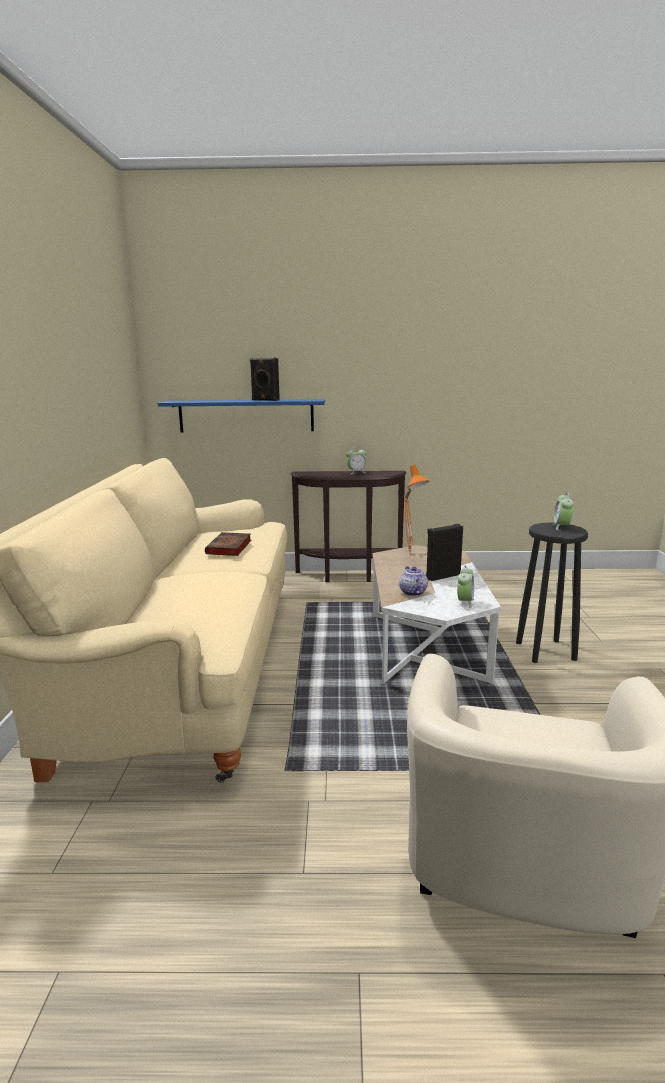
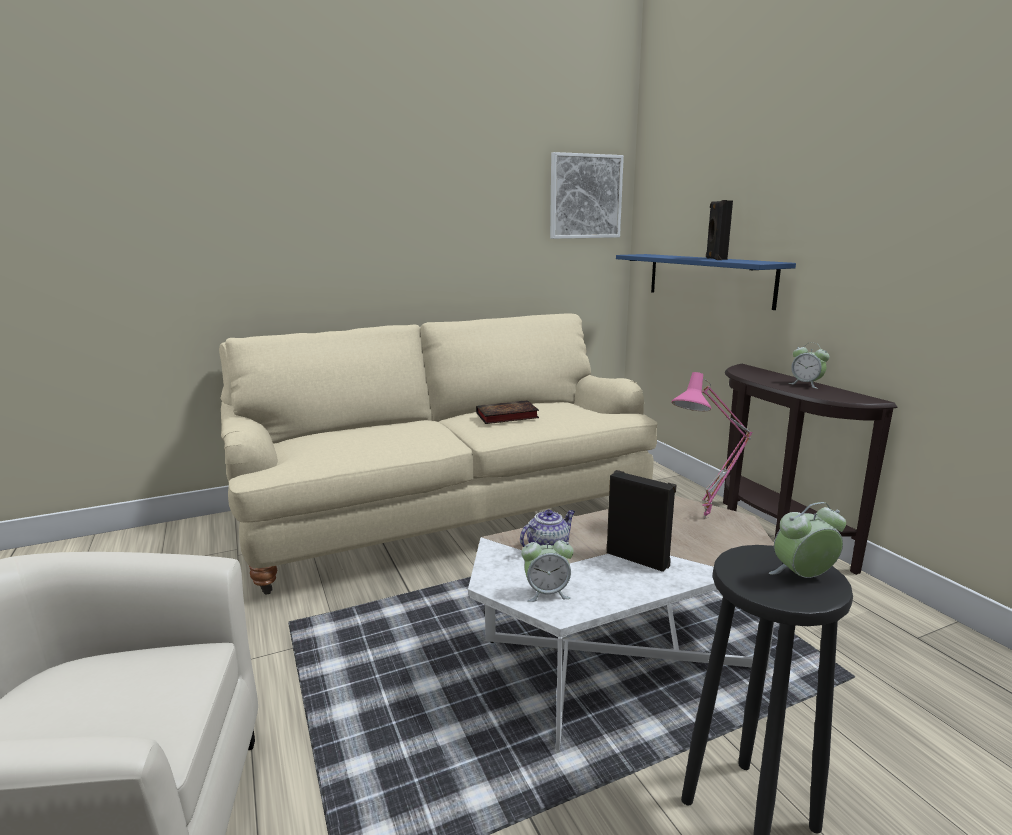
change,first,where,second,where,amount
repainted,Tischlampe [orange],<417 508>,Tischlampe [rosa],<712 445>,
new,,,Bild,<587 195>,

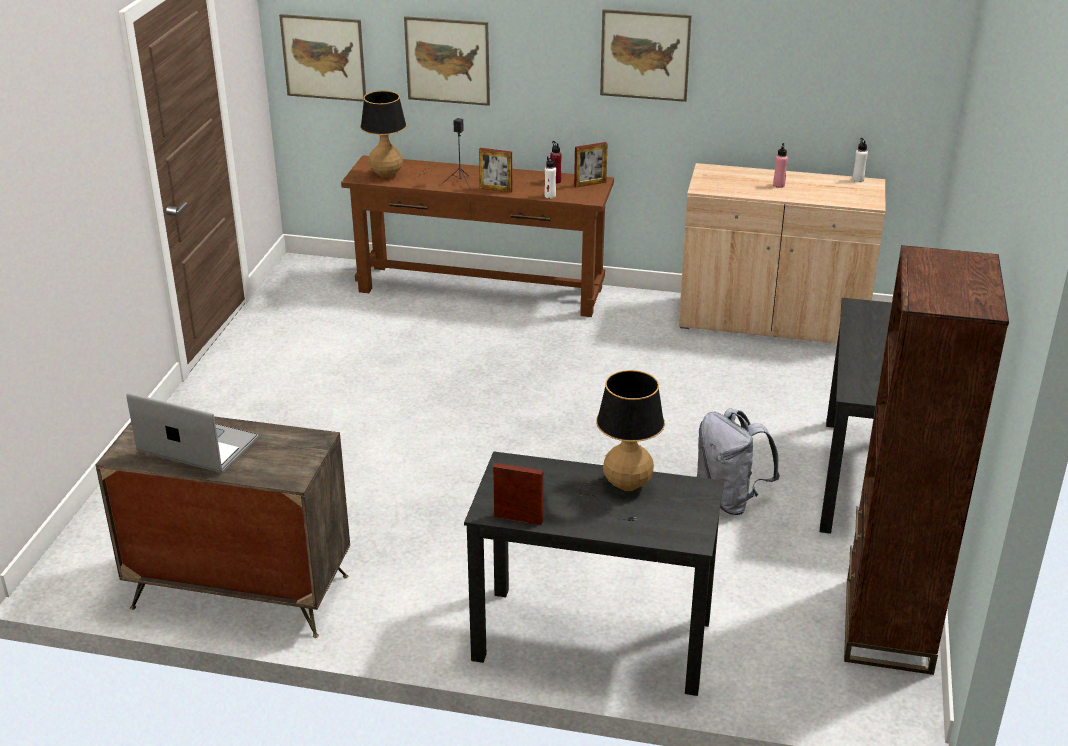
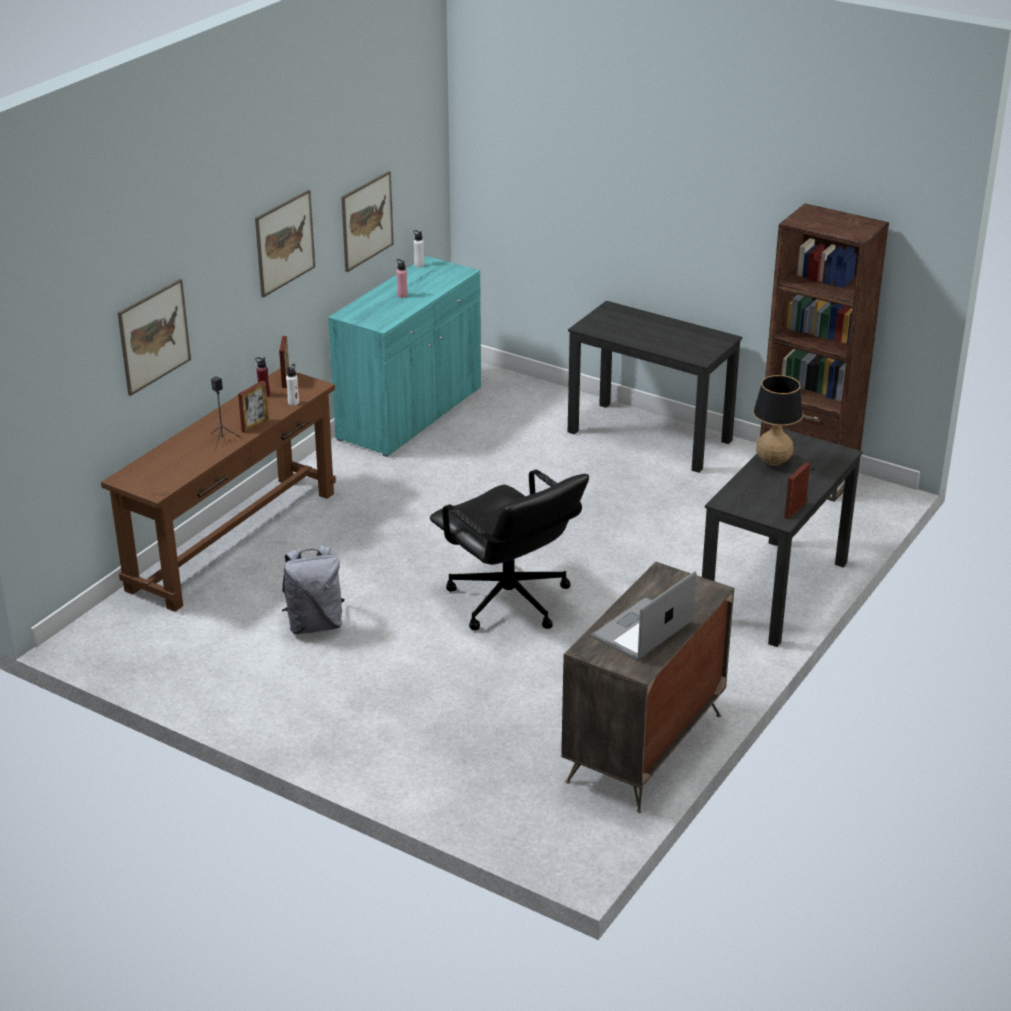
change,first,where,second,where,amount
shifted,Bild,<322 58>,,<367 221>,
gone,Tischlampe,<394 135>,,,
repainted,Schrank [beige],<782 253>,Schrank [türkis],<404 356>,
shifted,Rucksack [grau],<738 461>,,<313 589>,
new,,,Bürostuhl [schwarz],<509 549>,

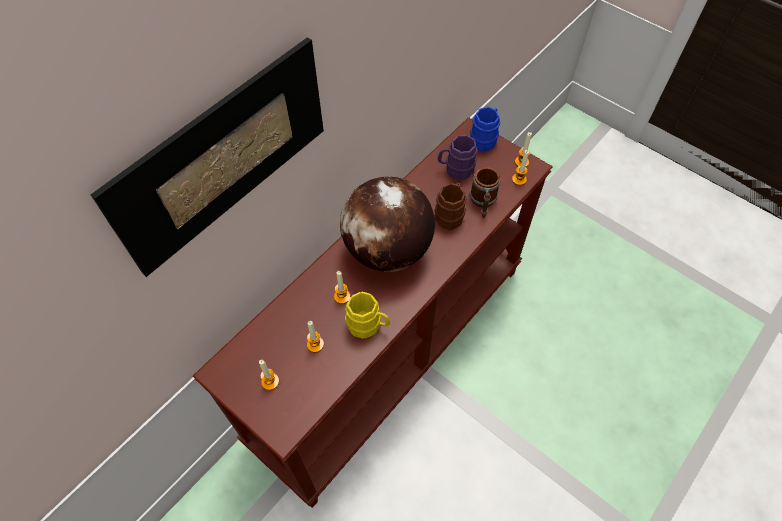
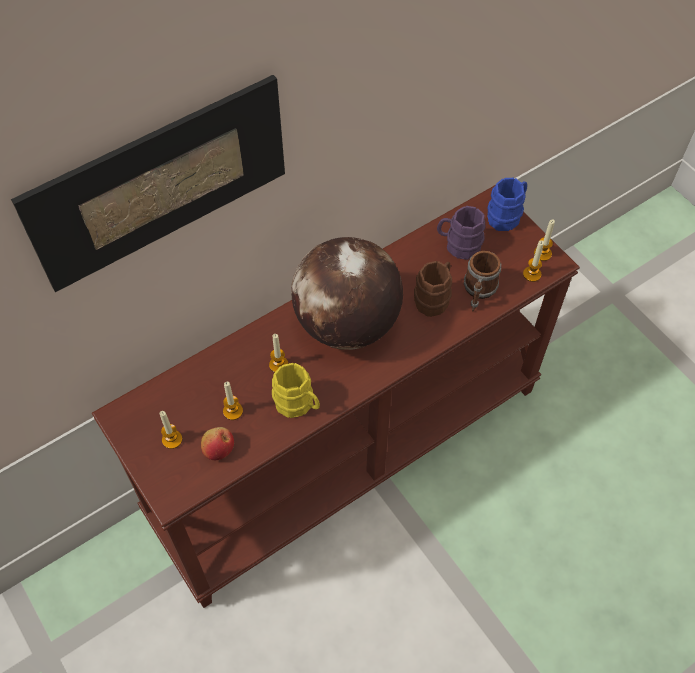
change,first,where,second,where,amount
new,,,Apfel,<217 443>,

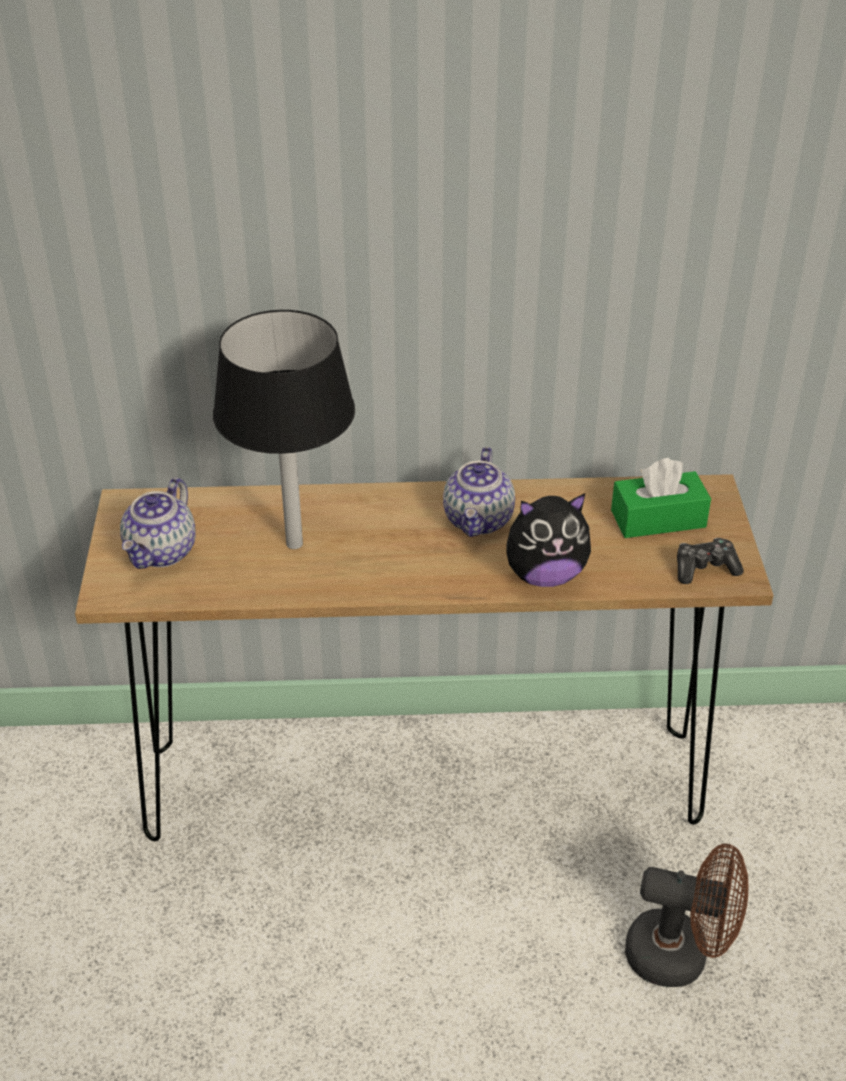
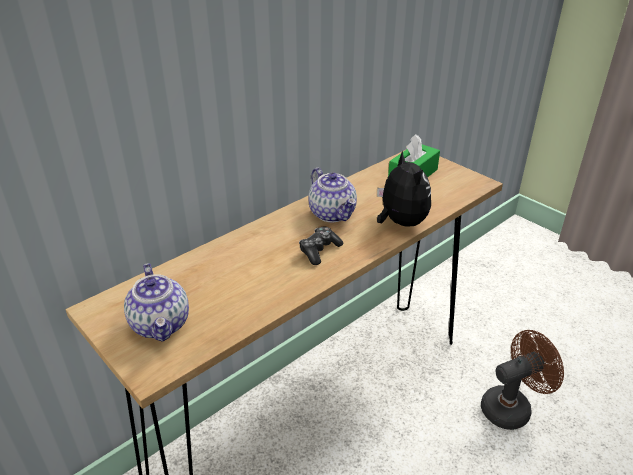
change,first,where,second,where,amount
gone,Tischlampe [schwarz],<284 429>,,,
rotated,Plüschtier,<548 540>,,<404 189>,60 degrees counterclockwise
shifted,Gamepad,<710 561>,,<321 246>,

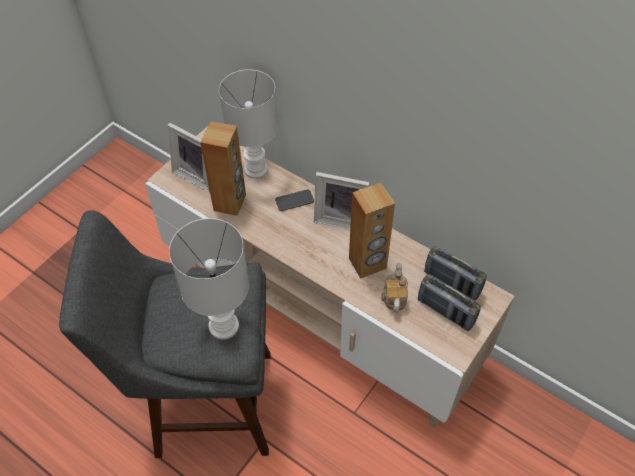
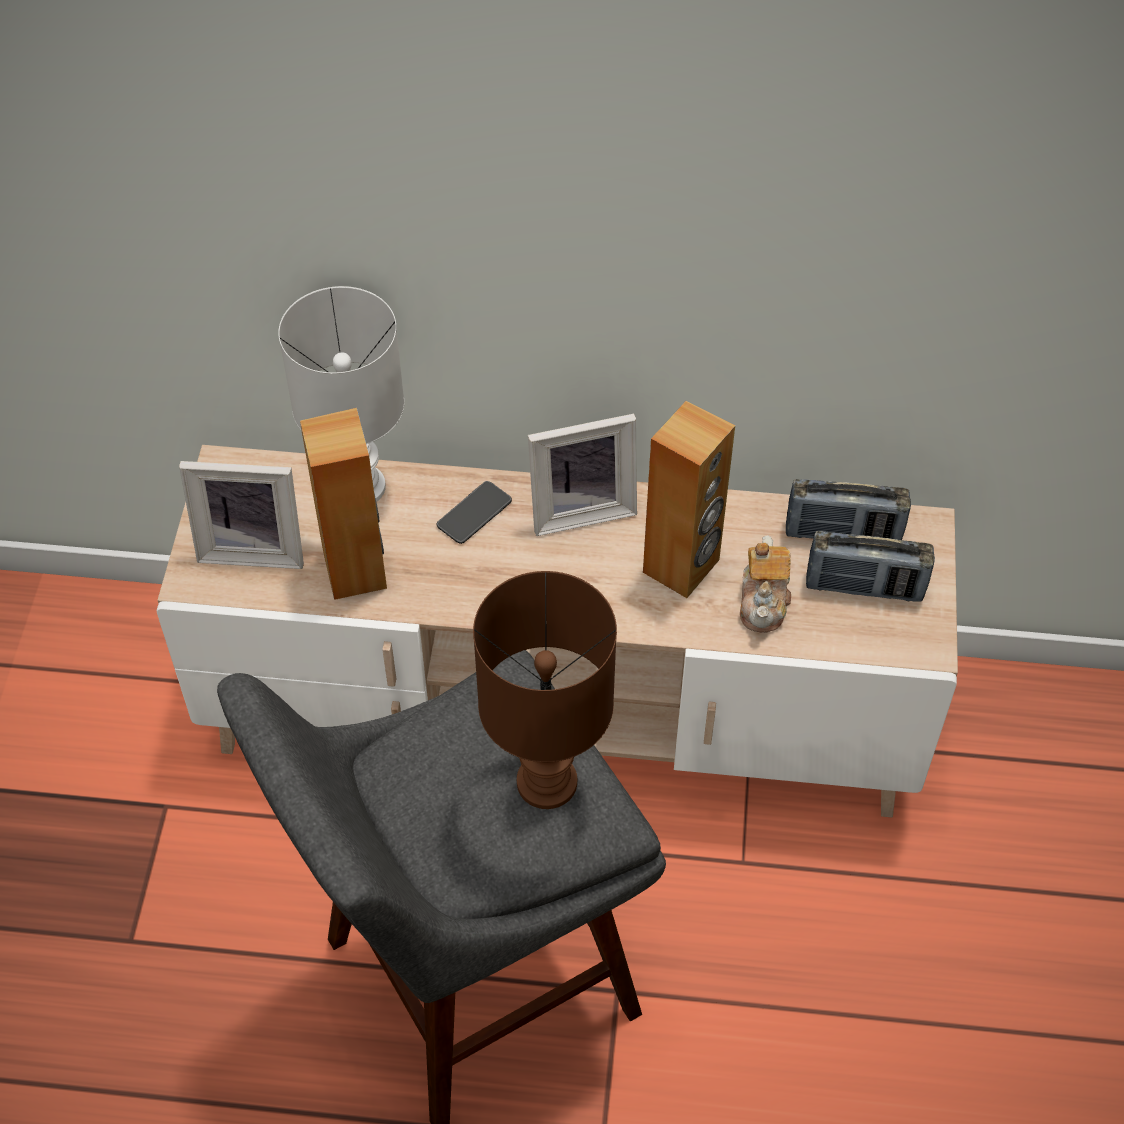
change,first,where,second,where,amount
repainted,Tischlampe [weiß],<209 279>,Tischlampe [braun],<545 690>,
rotated,Teekanne,<394 287>,,<765 584>,150 degrees counterclockwise

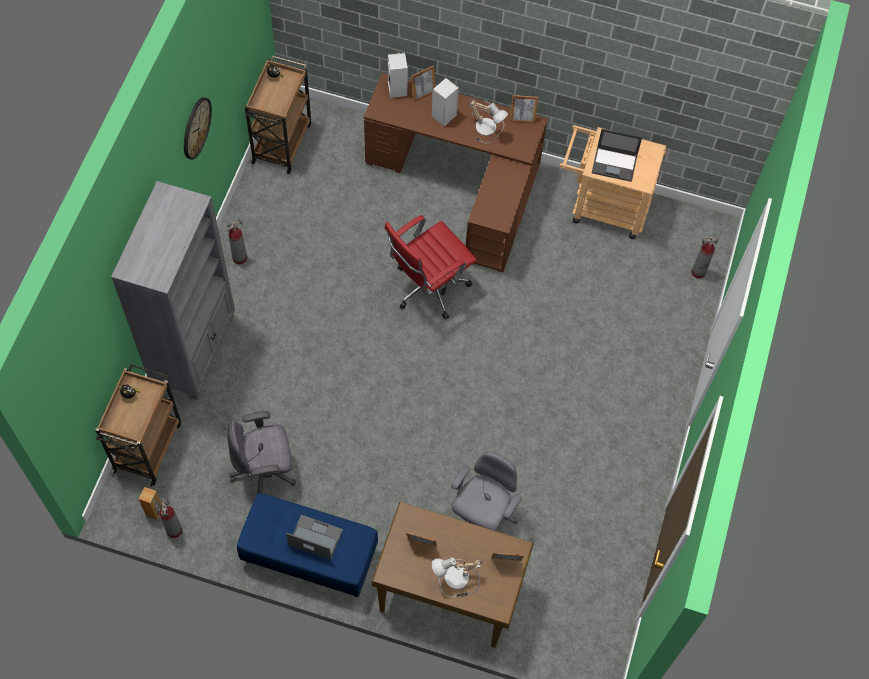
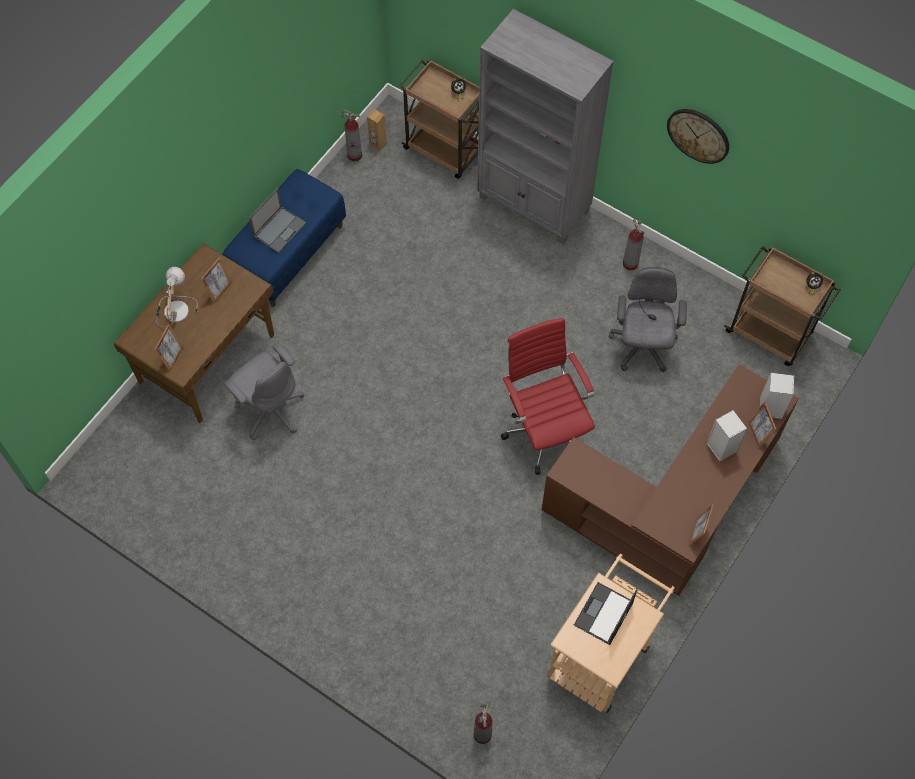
change,first,where,second,where,amount
gone,Tischlampe,<488 122>,,,
shifted,Bürostuhl [grau],<262 452>,,<647 319>,

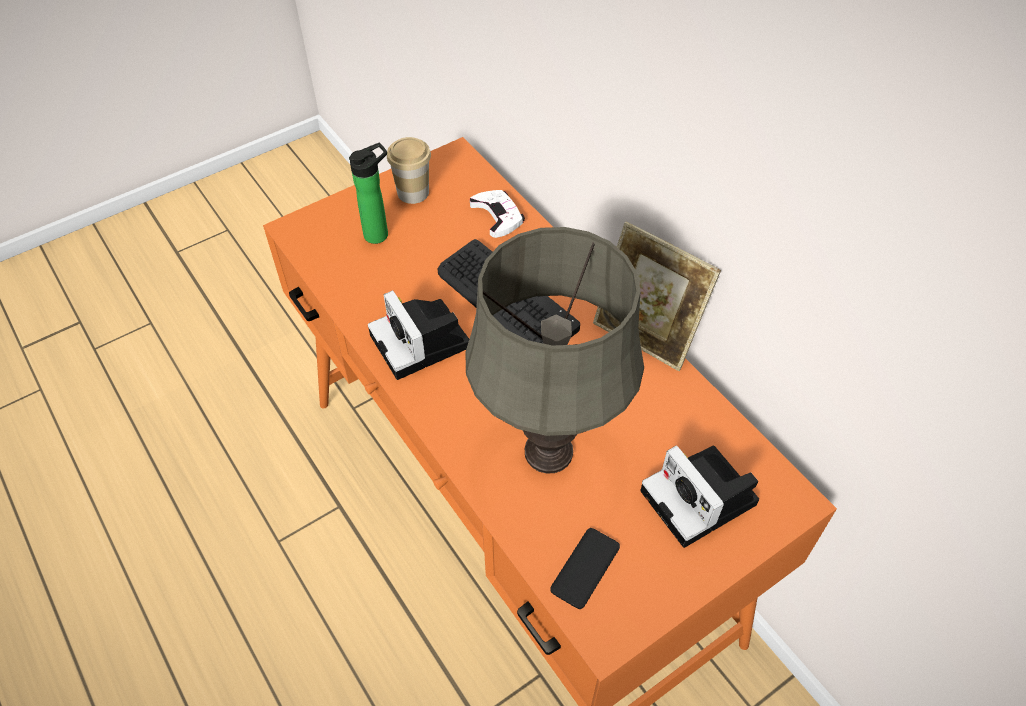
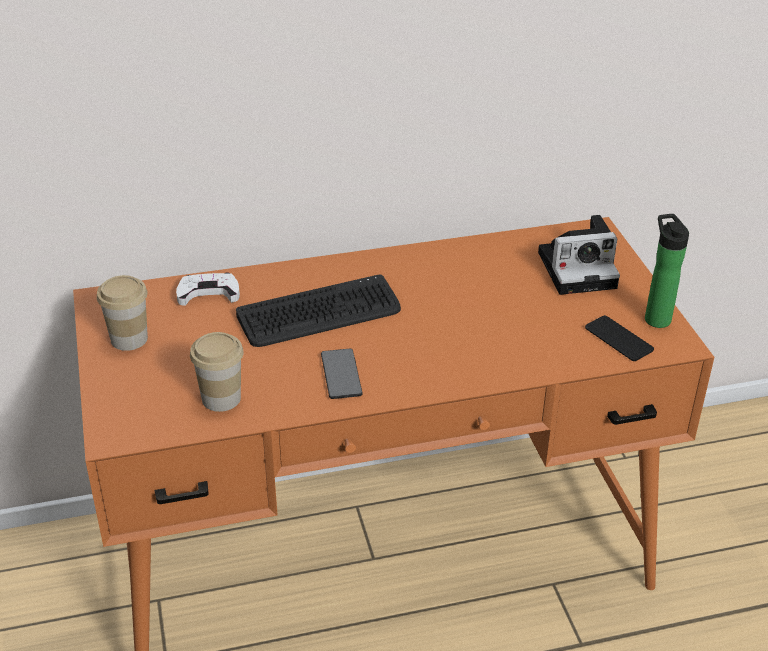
change,first,where,second,where,amount
shifted,Flasche,<368 193>,,<667 271>,
gone,Bilderrahmen,<657 296>,,,
gone,Tischlampe [grau],<554 350>,,,
swapped,Kamera,<418 335>,Handy,<342 374>,
new,,,Tasse,<217 372>,

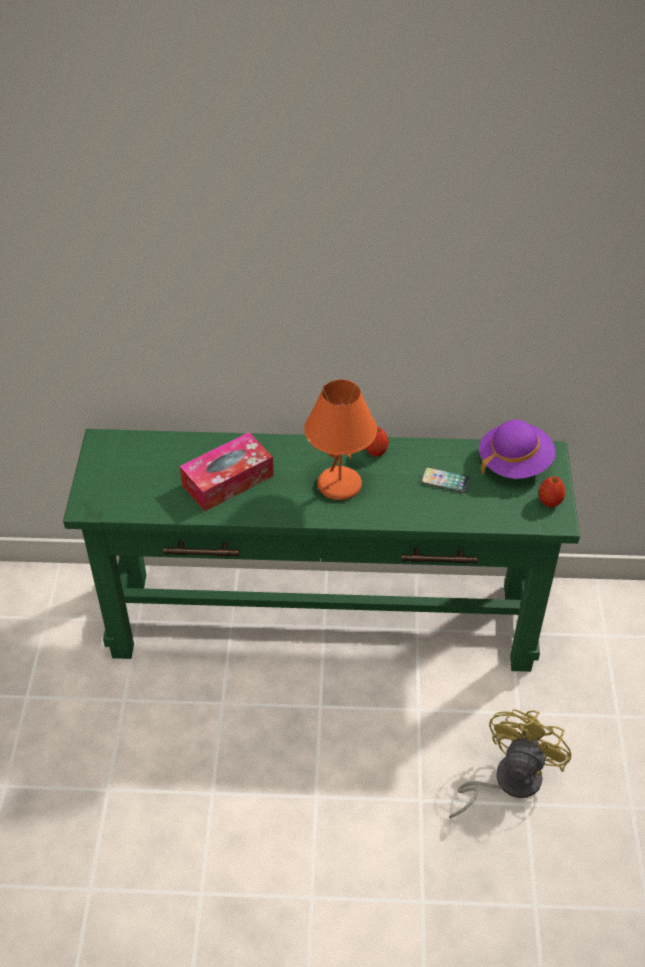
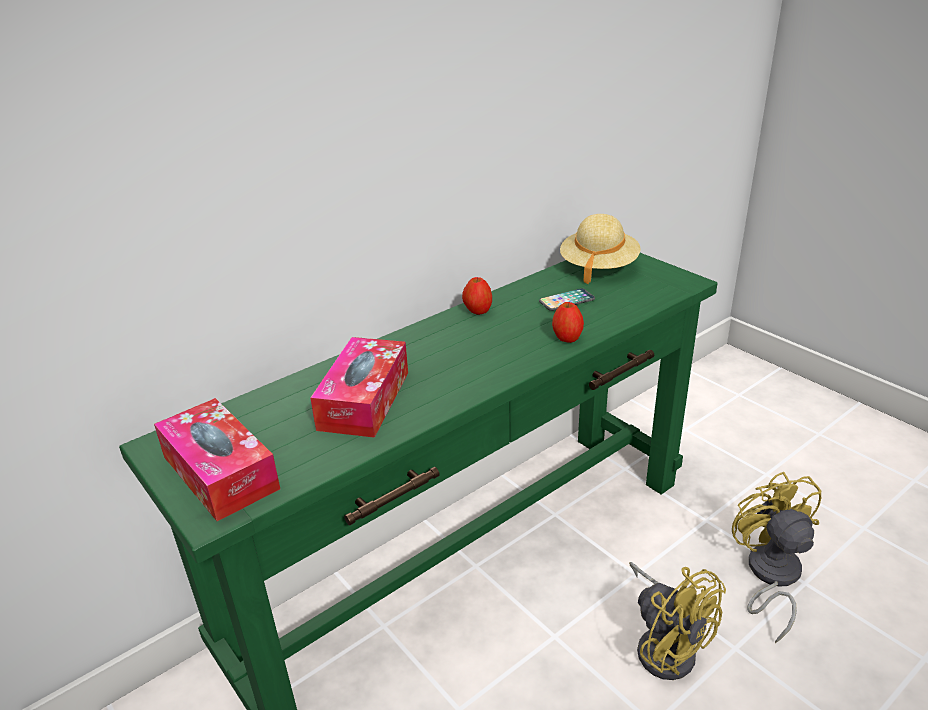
change,first,where,second,where,amount
gone,Tischlampe [orange],<340 439>,,,
repainted,Hut [lila],<517 449>,Hut [beige],<600 249>,
shifted,Apfel,<552 491>,,<568 322>,
new,,,Taschentuchbox,<217 459>,
new,,,Ventilator [gelb],<677 621>,

